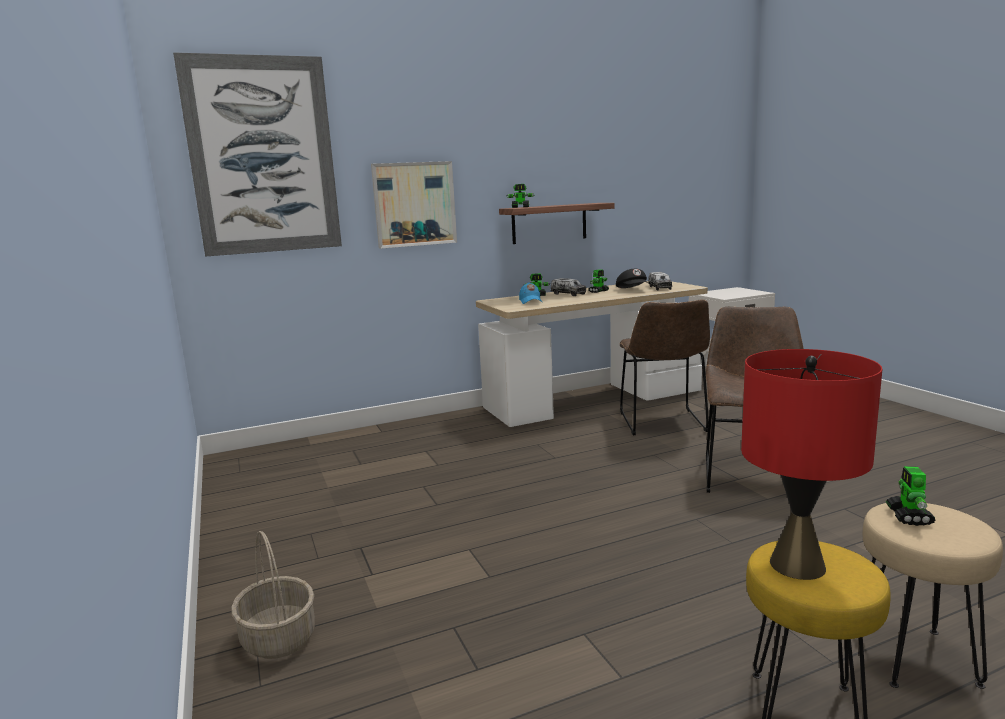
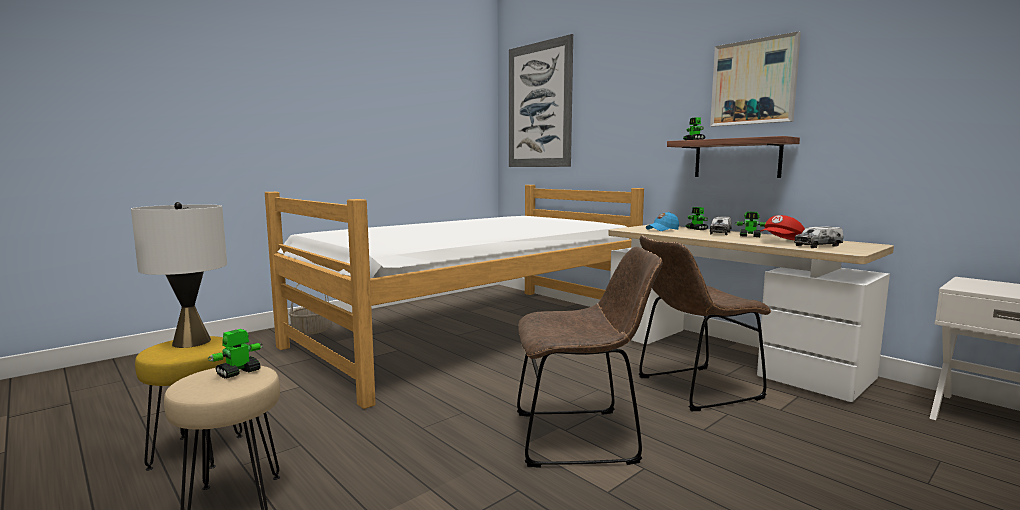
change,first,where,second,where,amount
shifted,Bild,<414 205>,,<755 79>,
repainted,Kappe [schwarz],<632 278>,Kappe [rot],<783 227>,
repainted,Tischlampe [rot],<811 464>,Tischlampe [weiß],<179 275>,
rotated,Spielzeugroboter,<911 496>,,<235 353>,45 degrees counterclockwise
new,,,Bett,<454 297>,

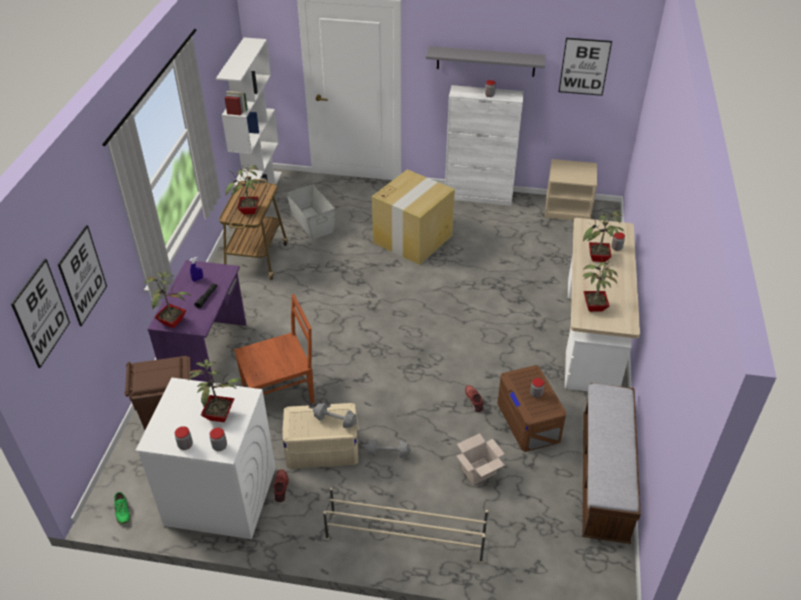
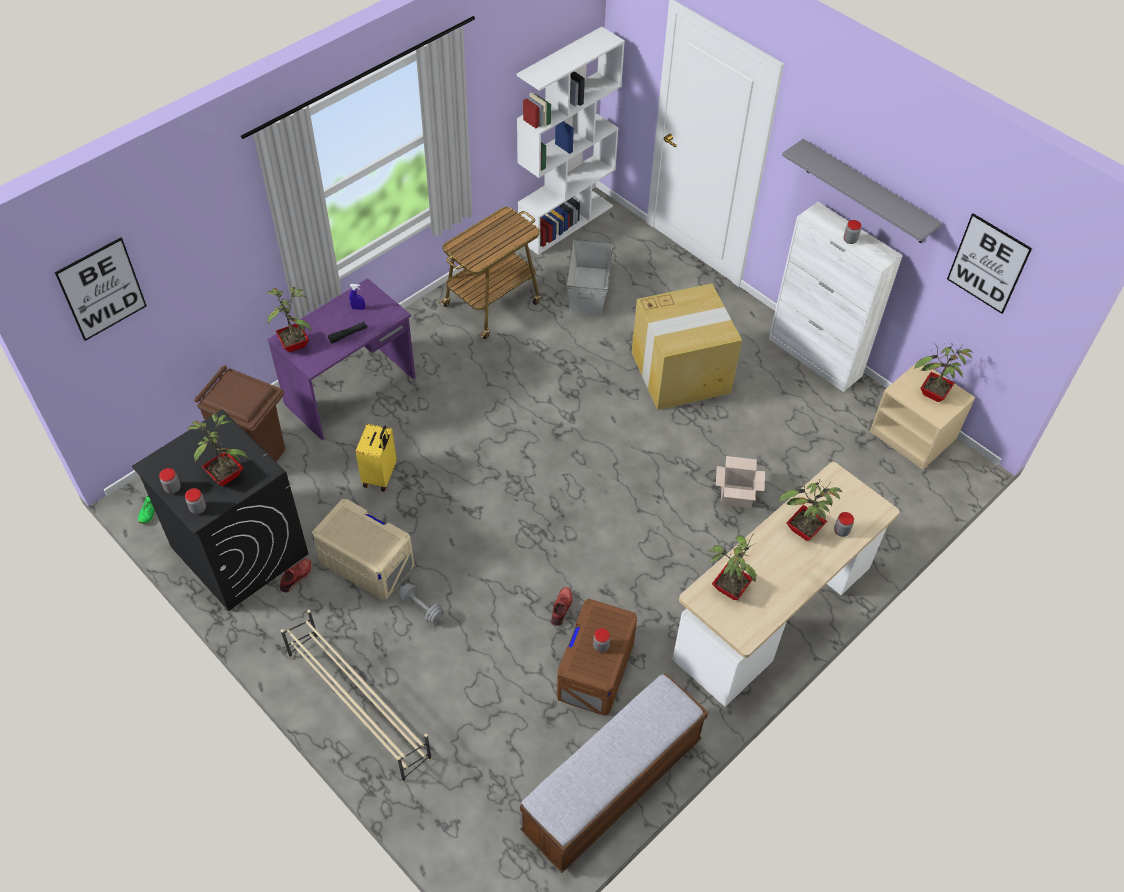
change,first,where,second,where,amount
shifted,Topfpflanze,<242 189>,,<943 372>,
gone,Bild,<82 275>,,,
swapped,Stuhl [braun],<274 349>,Koffer [gelb],<376 457>,
repainted,Waschmaschine [weiß],<205 458>,Waschmaschine [schwarz],<220 510>,
gone,Hantel [grau],<335 415>,,,
shifted,Karton,<481 459>,,<740 482>,

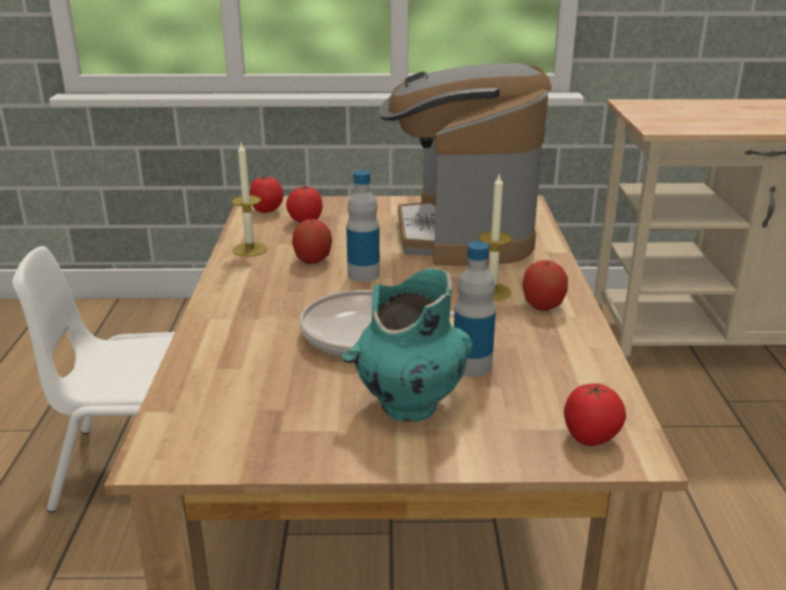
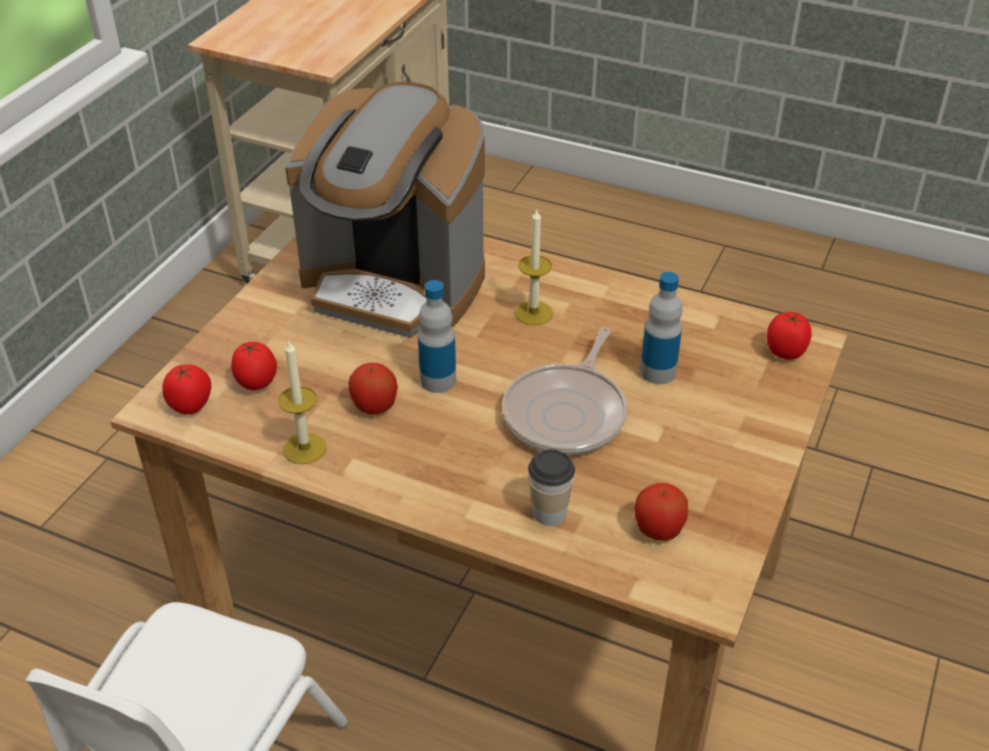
change,first,where,second,where,amount
shifted,Apfel,<545 285>,,<661 512>,
gone,Vase [türkis],<407 345>,,,
new,,,Tasse,<551 487>,

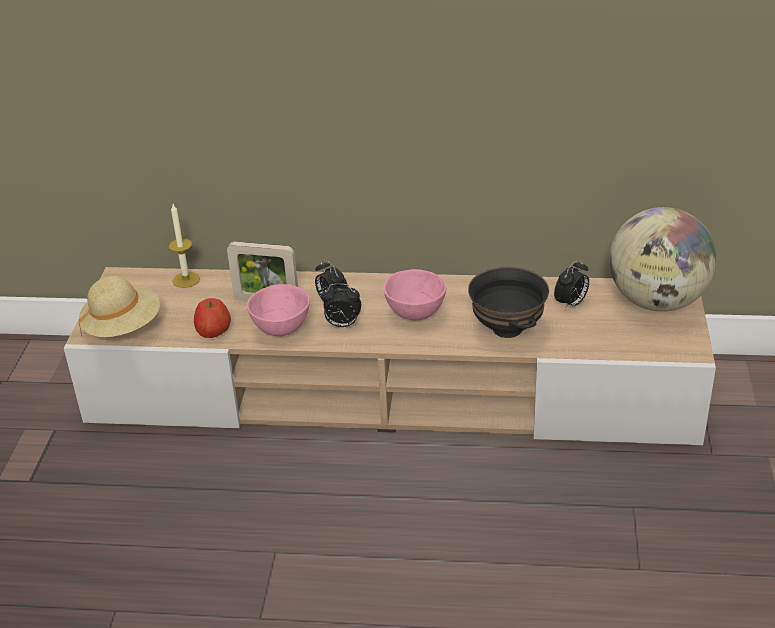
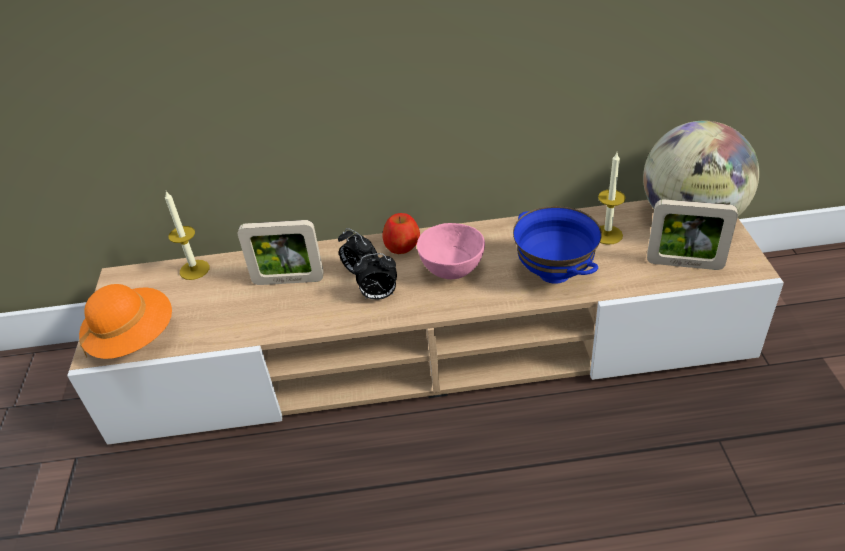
change,first,where,second,where,amount
swapped,Wecker,<571 285>,Kerze,<612 199>,
repainted,Schüssel [schwarz],<508 302>,Schüssel [blau],<557 245>,
repainted,Hut [beige],<119 306>,Hut [orange],<125 321>,
gone,Schüssel [rosa],<278 310>,,,
shifted,Apfel,<212 318>,,<401 233>,
new,,,Bilderrahmen,<692 235>,

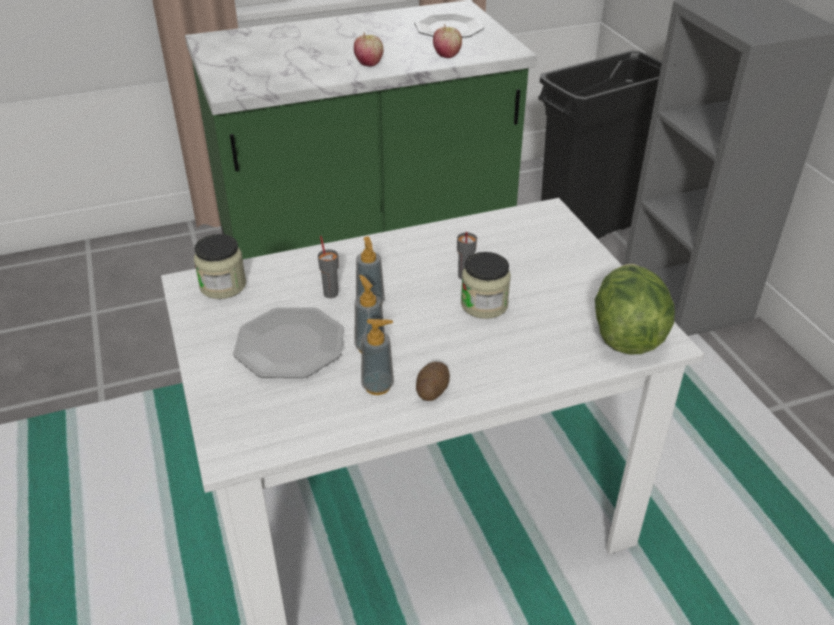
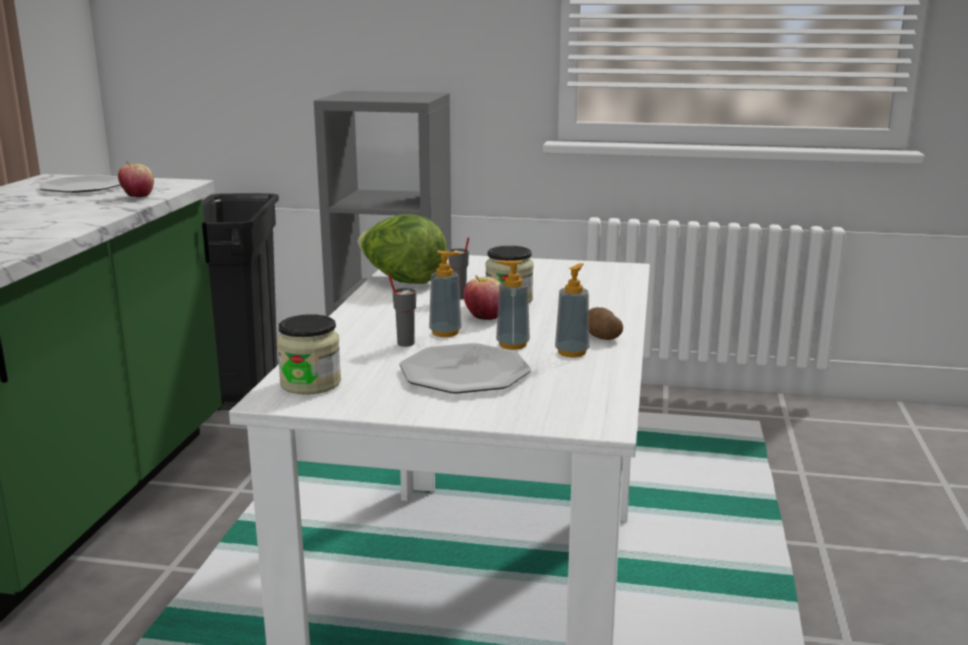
change,first,where,second,where,amount
shifted,Apfel,<368 49>,,<482 298>,
shifted,Salatkopf,<635 309>,,<402 249>,

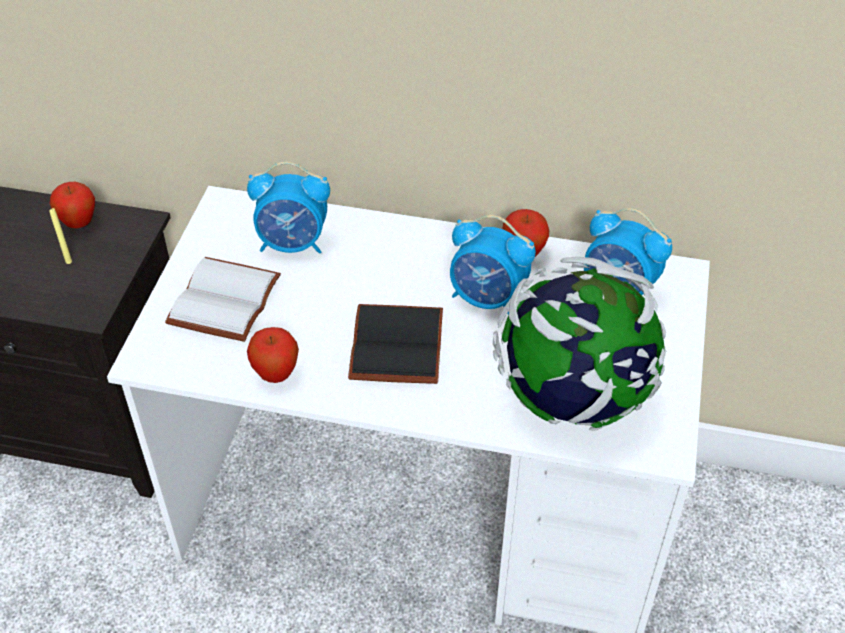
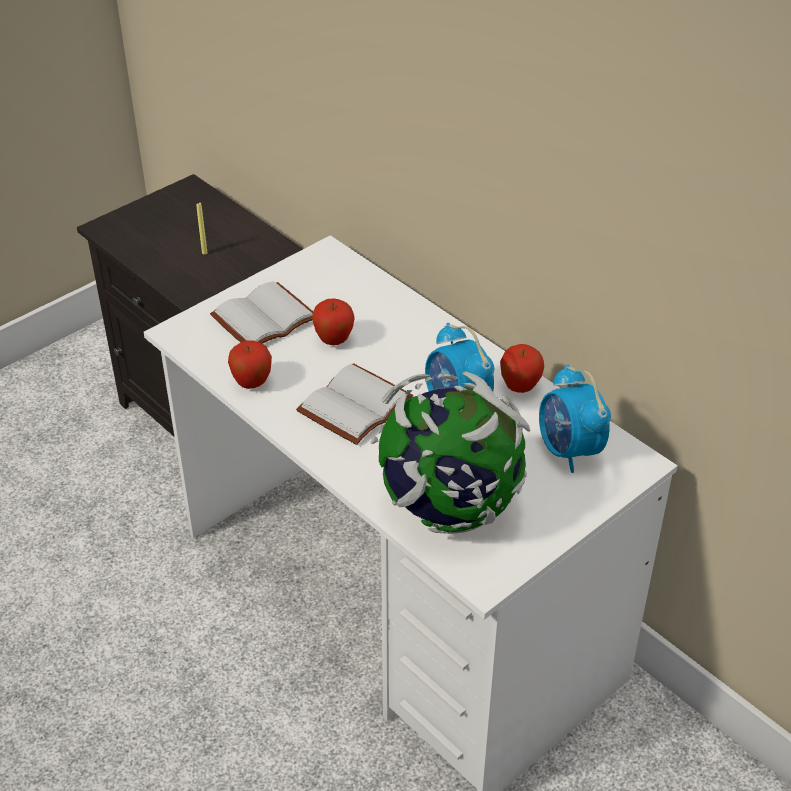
change,first,where,second,where,amount
gone,Wecker,<288 207>,,,
shifted,Apfel,<72 205>,,<333 322>,
repainted,Buch [schwarz],<395 344>,Buch [weiß],<354 404>,

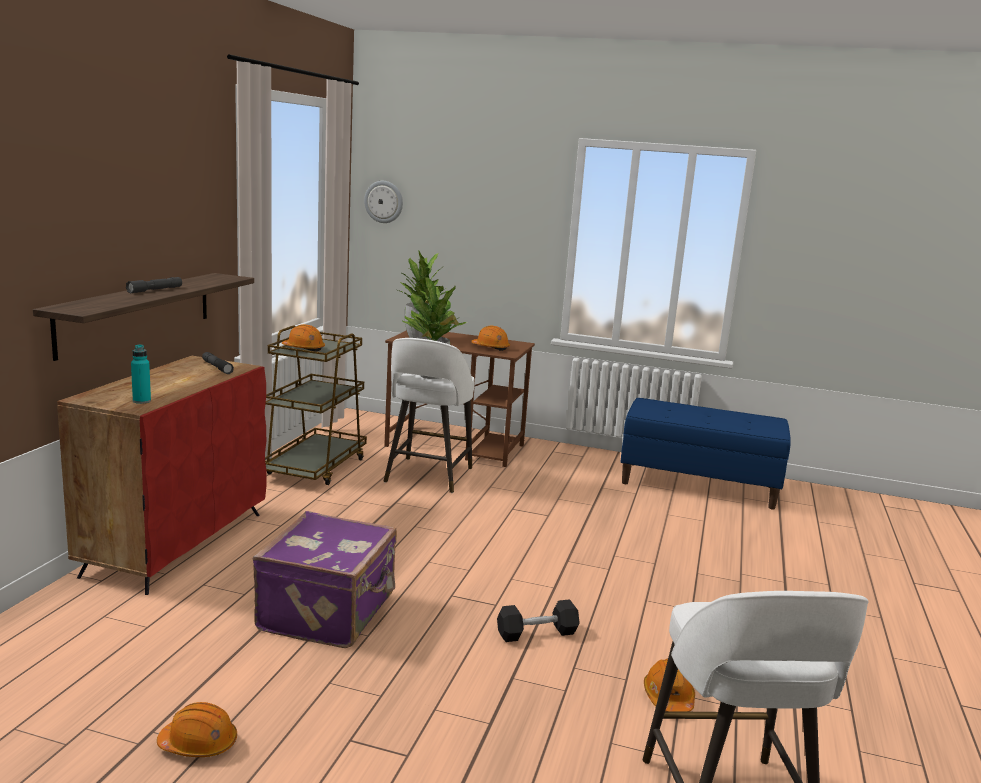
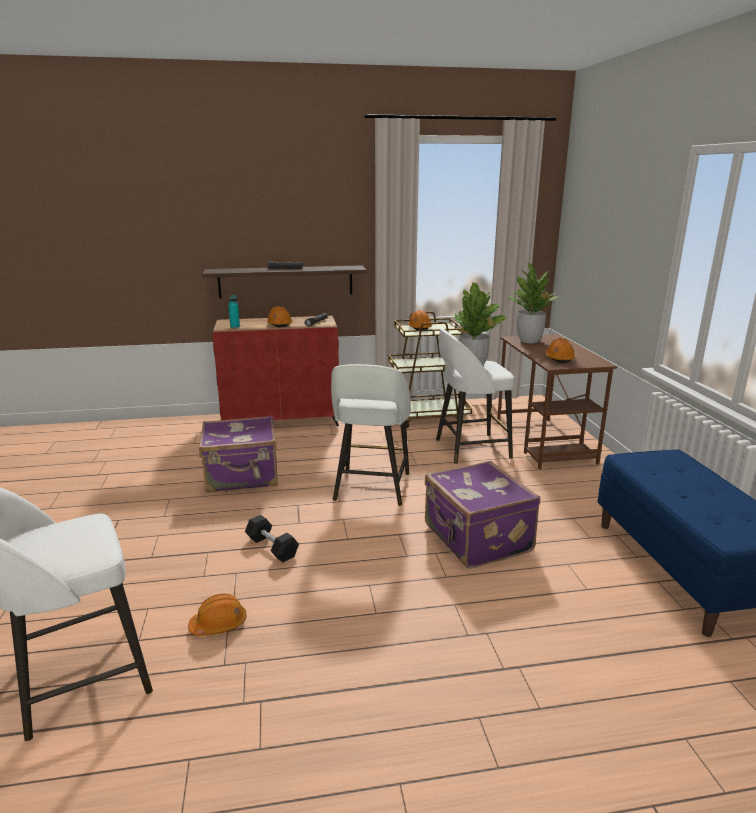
change,first,where,second,where,amount
gone,Wanduhr,<383 202>,,,
shifted,Schutzhelm [orange],<197 729>,,<279 317>,
new,,,Hocker [weiß],<371 435>,
new,,,Koffer [lila],<482 515>,

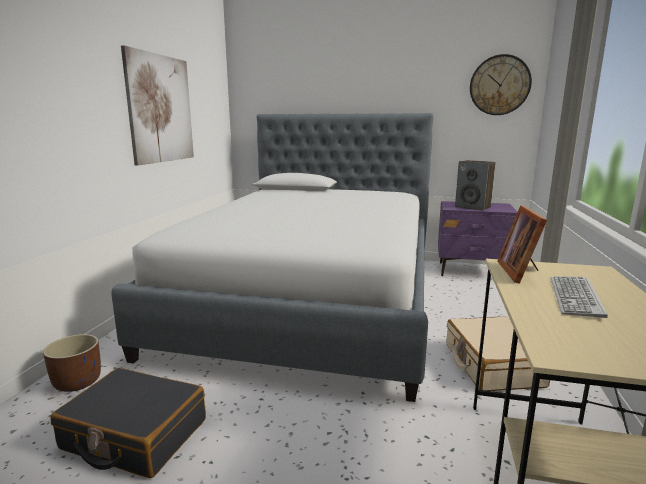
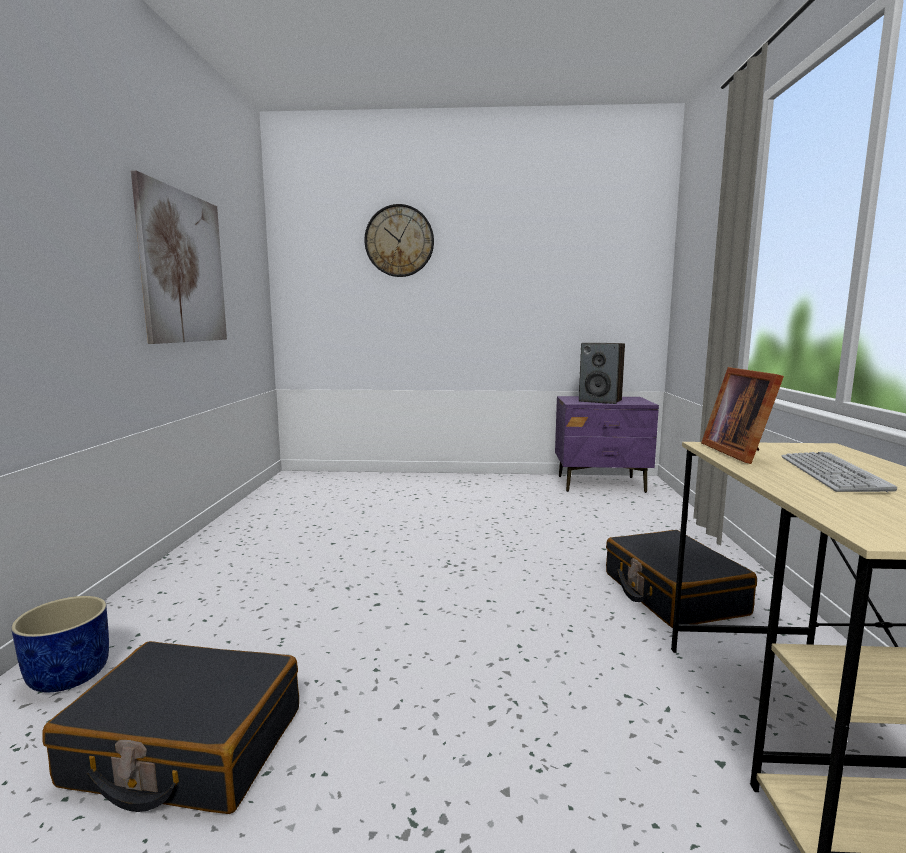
change,first,where,second,where,amount
shifted,Wanduhr,<501 84>,,<399 240>,
gone,Bett,<272 257>,,,
repainted,Koffer [beige],<498 353>,Koffer [schwarz],<681 579>,
repainted,Pflanzkübel [braun],<72 363>,Pflanzkübel [blau],<60 644>,

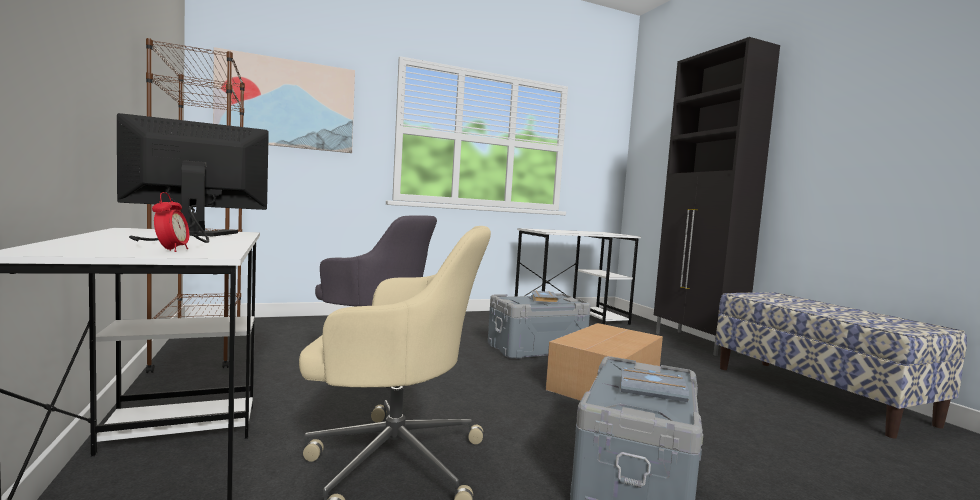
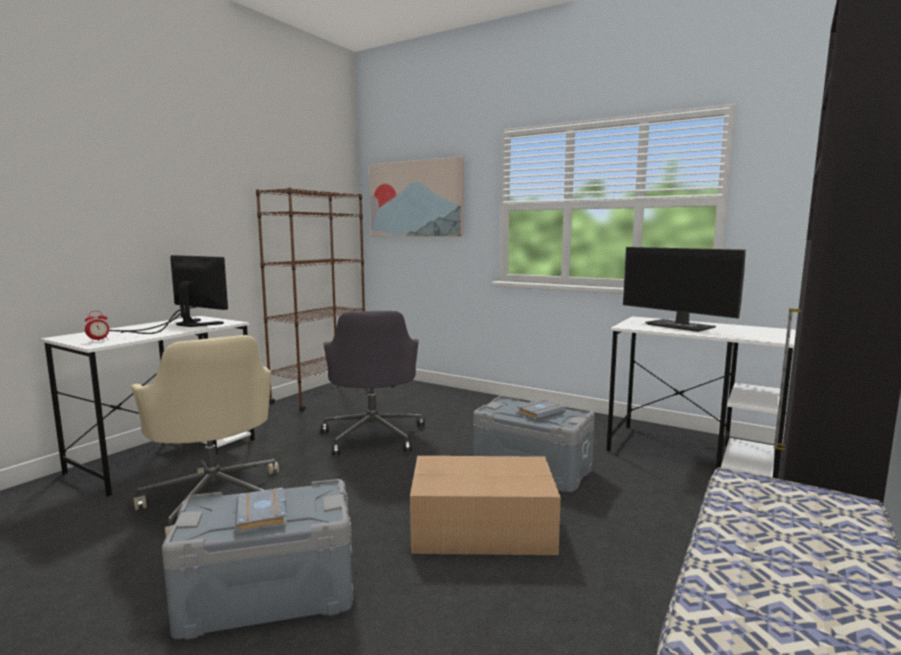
change,first,where,second,where,amount
new,,,Monitor,<684 289>,

